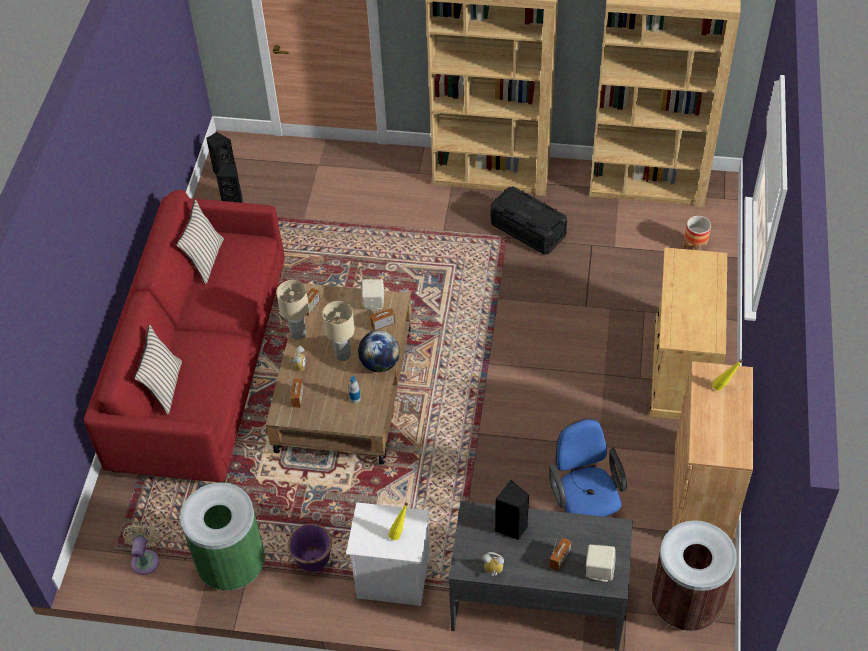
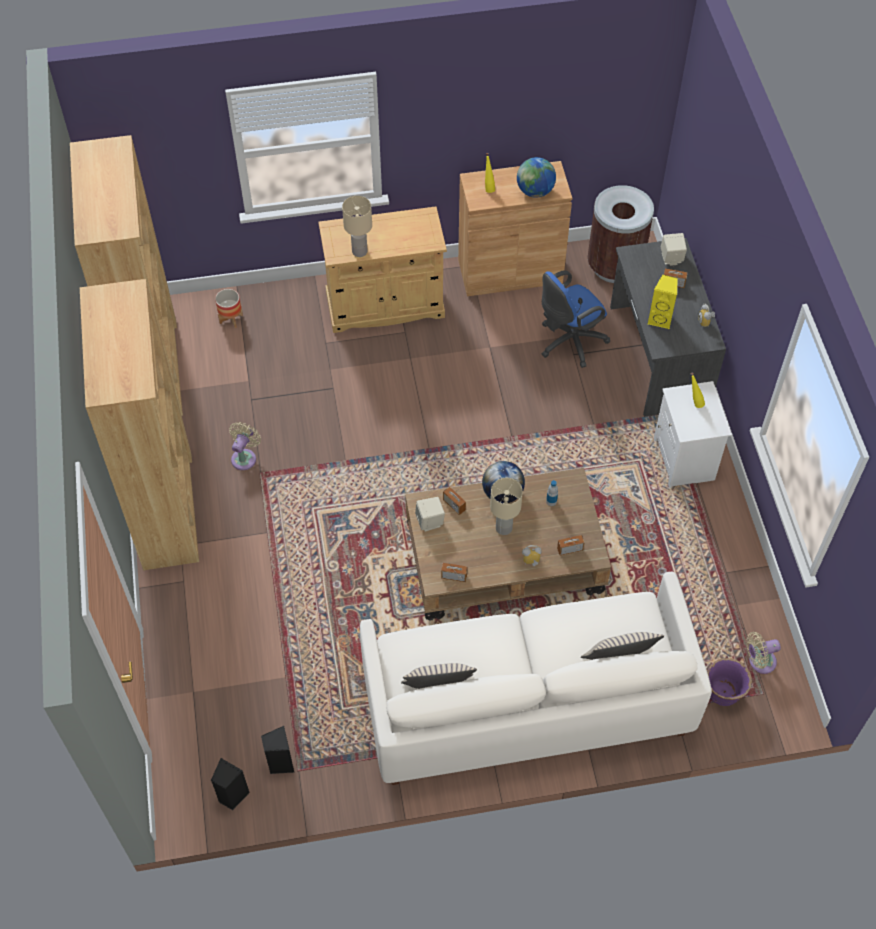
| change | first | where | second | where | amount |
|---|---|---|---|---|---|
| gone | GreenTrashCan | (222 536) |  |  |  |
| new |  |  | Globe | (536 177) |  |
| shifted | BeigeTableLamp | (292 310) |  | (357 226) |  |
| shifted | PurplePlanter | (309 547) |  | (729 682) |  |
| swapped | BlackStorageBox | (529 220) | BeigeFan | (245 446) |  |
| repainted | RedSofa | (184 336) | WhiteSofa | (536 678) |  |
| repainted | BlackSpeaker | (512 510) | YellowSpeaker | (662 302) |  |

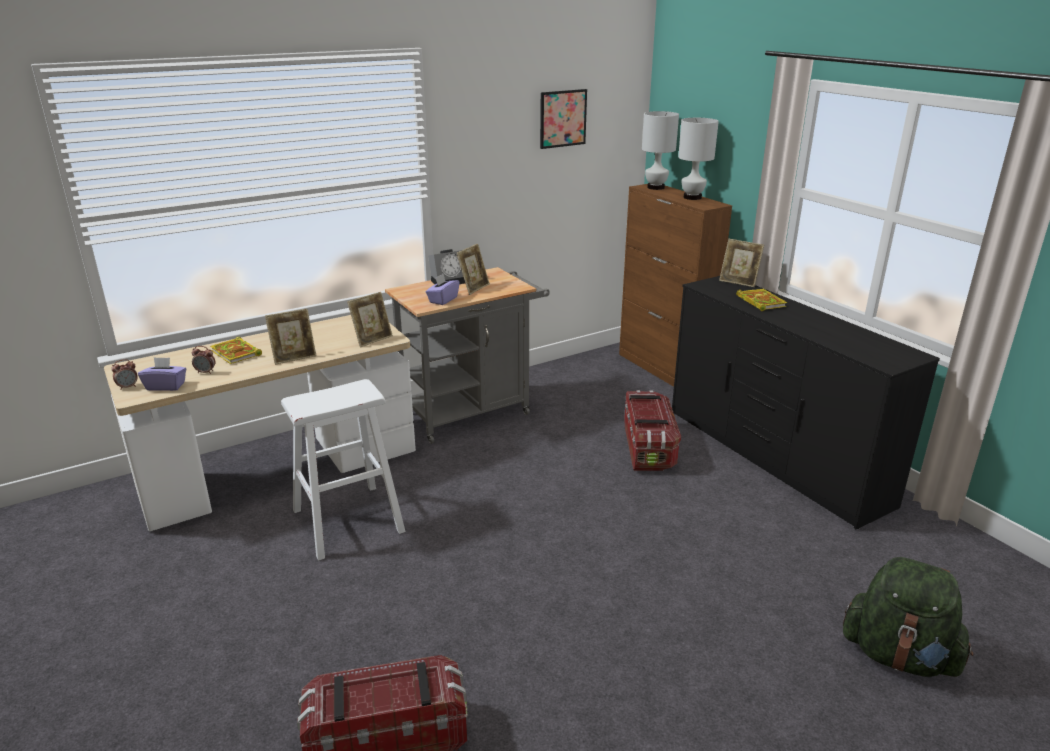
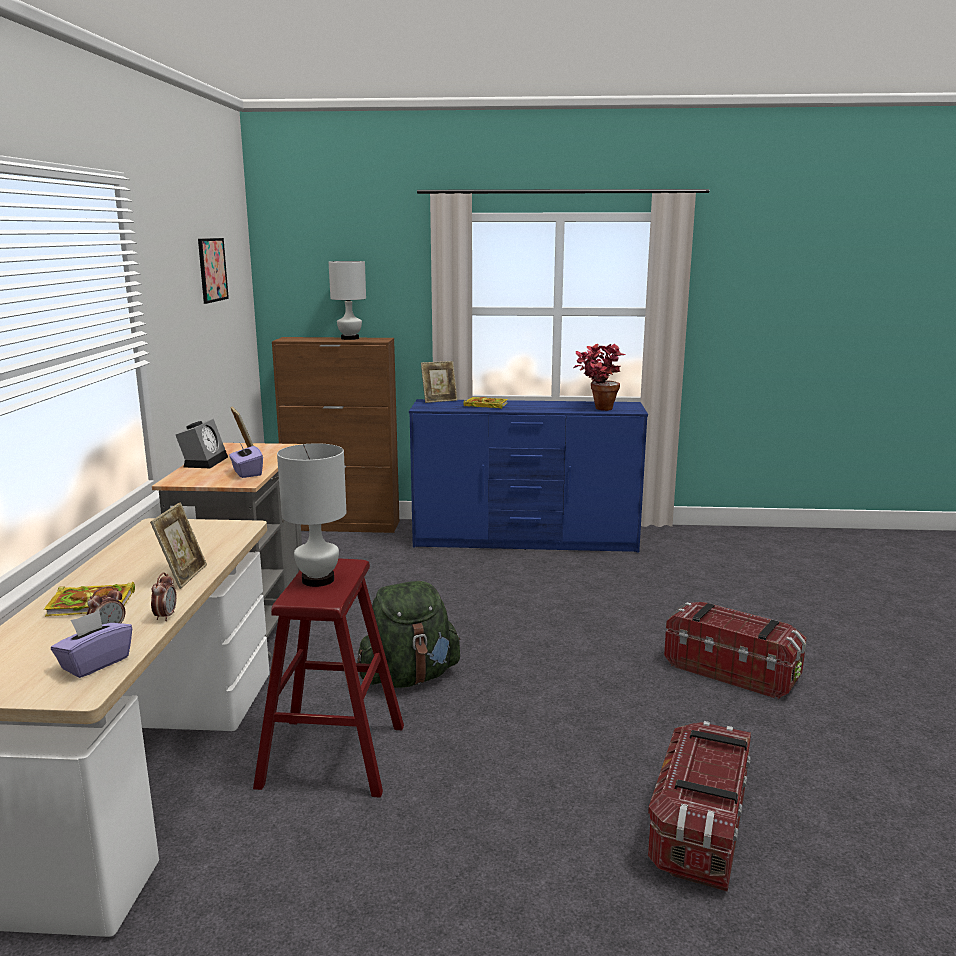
| change | first | where | second | where | amount |
|---|---|---|---|---|---|
| gone | PictureFrame | (370 319) |  |  |  |
| new |  |  | PottedPlant | (599 377) |  |
| shifted | AlarmClock | (124 374) |  | (164 596) |  |
| shifted | StorageBox | (652 430) |  | (735 650) |  |
| shifted | WhiteTableLamp | (660 150) |  | (311 515) |  |
| shifted | GreenBackpack | (908 617) |  | (409 634) |  |
| repainted | WhiteStool | (343 470) | RedStool | (328 678) |  |
| repainted | BlackDresser | (806 402) | BlueDresser | (528 476) |  |

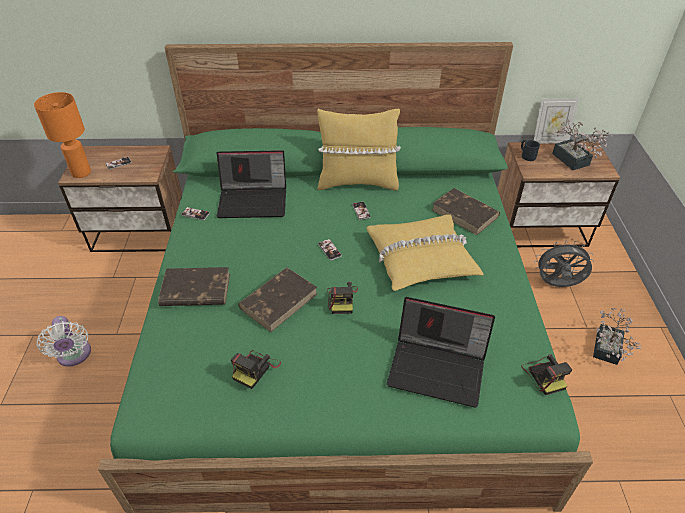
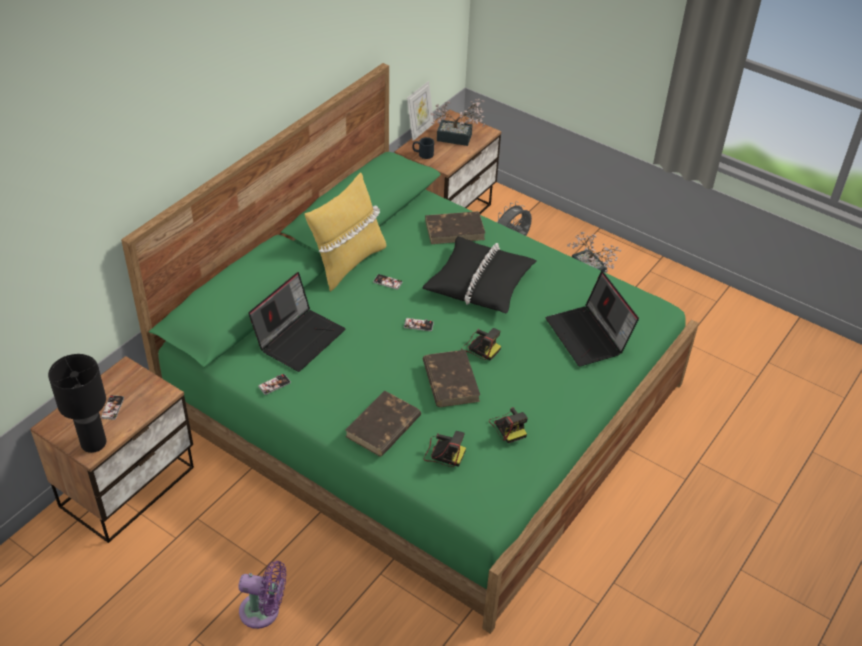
| change | first | where | second | where | amount |
|---|---|---|---|---|---|
| shifted | PhotoCamera | (546 374) |  | (445 449) |  |
| repainted | OrangeTableLamp | (62 135) | BlackTableLamp | (77 403) |  |
| repainted | WhiteFan | (64 341) | PurpleFan | (262 595) |  |
| repainted | YellowPillow | (424 252) | BlackPillow | (480 275) |  |
| rotated | Laptop | (441 352) |  | (592 318) | 105 degrees clockwise |

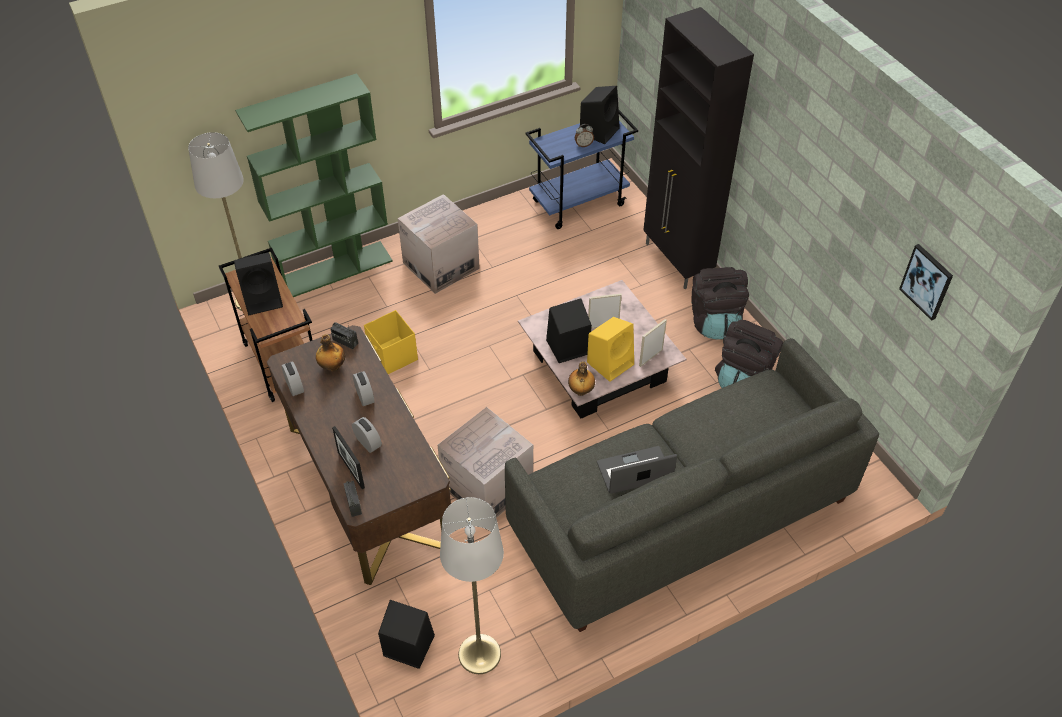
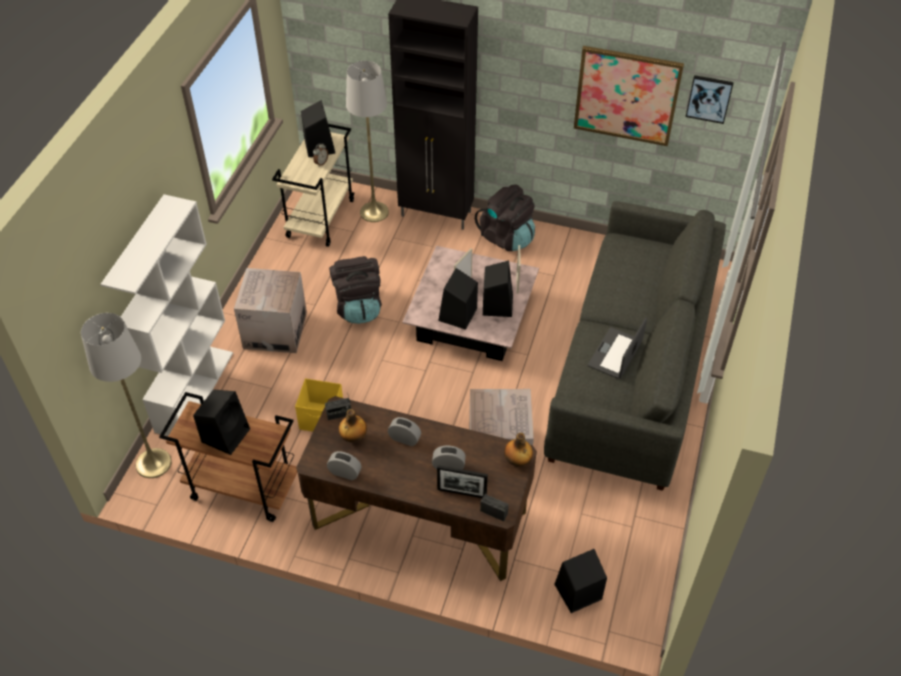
| change | first | where | second | where | amount |
|---|---|---|---|---|---|
| new |  |  | Picture | (629 96) |  |
| shifted | GreyFloorLamp | (472 585) |  | (367 141) |  |
| shifted | Bottle | (581 378) |  | (518 450) |  |
| shifted | BlackBackpack | (749 354) |  | (355 290) |  |
| repainted | GreenBookcase | (314 185) | WhiteBookcase | (166 315) |  |
| repainted | BlueCart | (581 169) | BeigeCart | (313 185) |  |
| repainted | YellowSpeaker | (610 349) | BlackSpeaker | (498 288) |  |

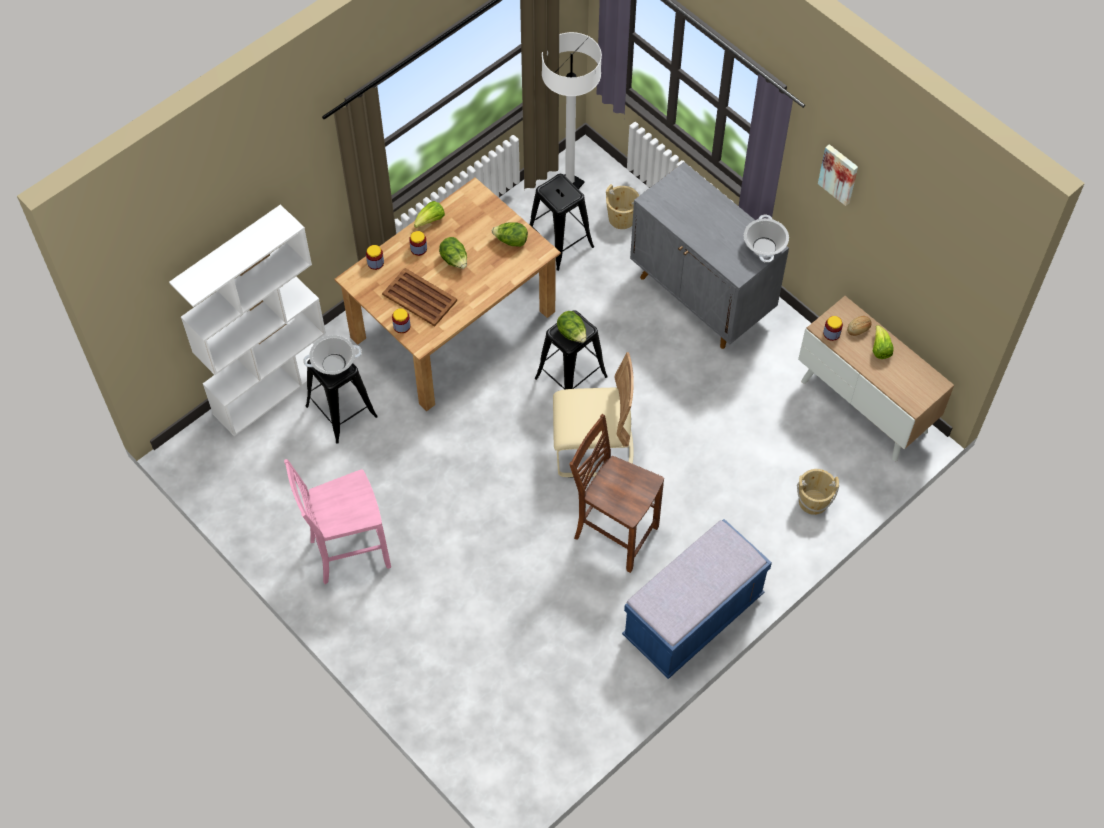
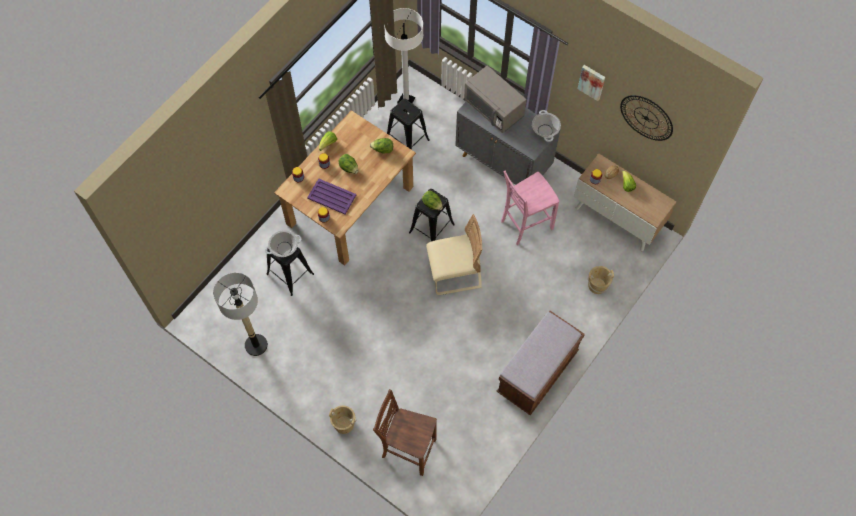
| change | first | where | second | where | amount |
|---|---|---|---|---|---|
| gone | WhiteBookcase | (247 320) |  |  |  |
| new |  |  | FloorLamp | (240 314) |  |
| new |  |  | GreyMicrowave | (495 99) |  |
| new |  |  | WallClock | (646 118) |  |
| shifted | PinkChair | (337 521) |  | (530 207) |  |
| shifted | BrownChair | (616 493) |  | (405 432) |  |
| shifted | BeigeBucket | (622 206) |  | (343 420) |  |
| repainted | BrownTray | (419 297) | PurpleTray | (331 196) |  |
| repainted | BlueBench | (697 599) | BrownBench | (541 363) |  |

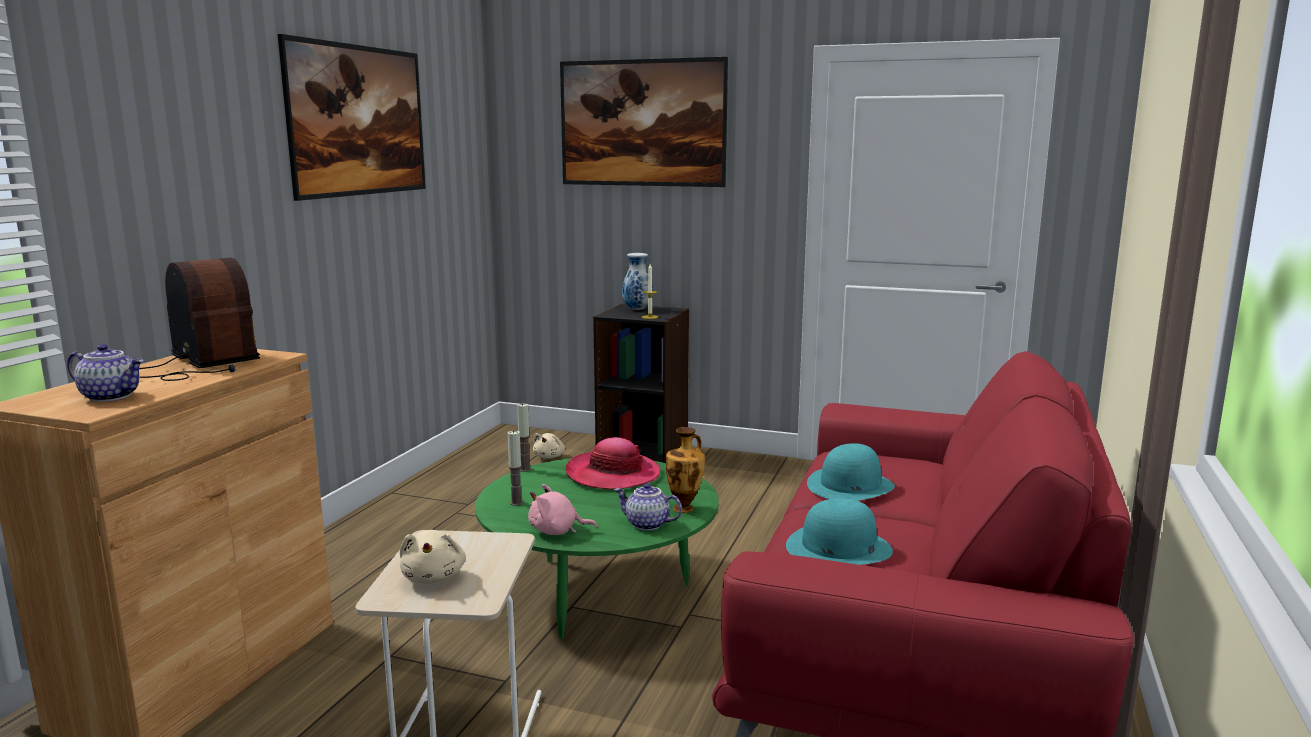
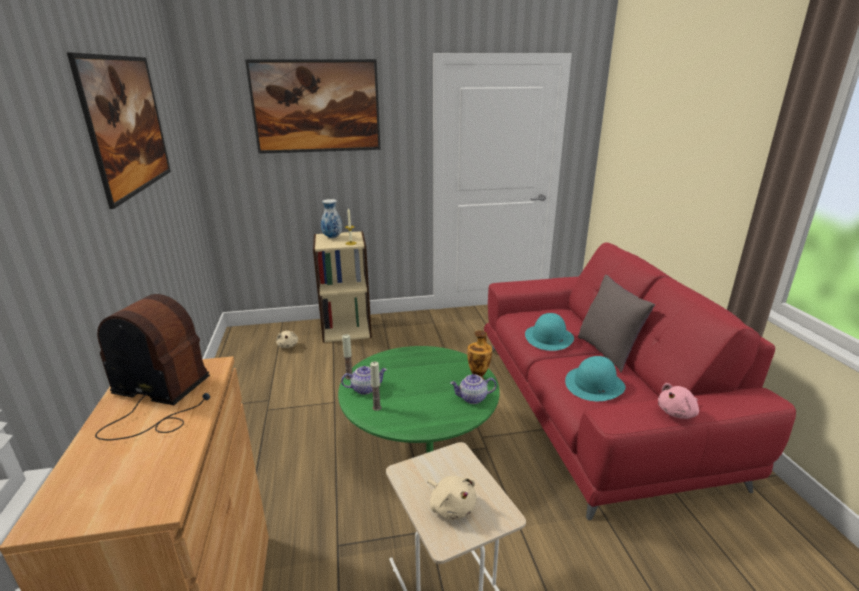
| change | first | where | second | where | amount |
|---|---|---|---|---|---|
| gone | Hat | (613 463) |  |  |  |
| new |  |  | GreyPillow | (616 323) |  |
| shifted | Teapot | (105 373) |  | (364 380) |  |
| shifted | PinkPlushToy | (563 509) |  | (678 401) |  |
| repainted | BlackBookcase | (641 383) | BeigeBookcase | (342 287) |  |

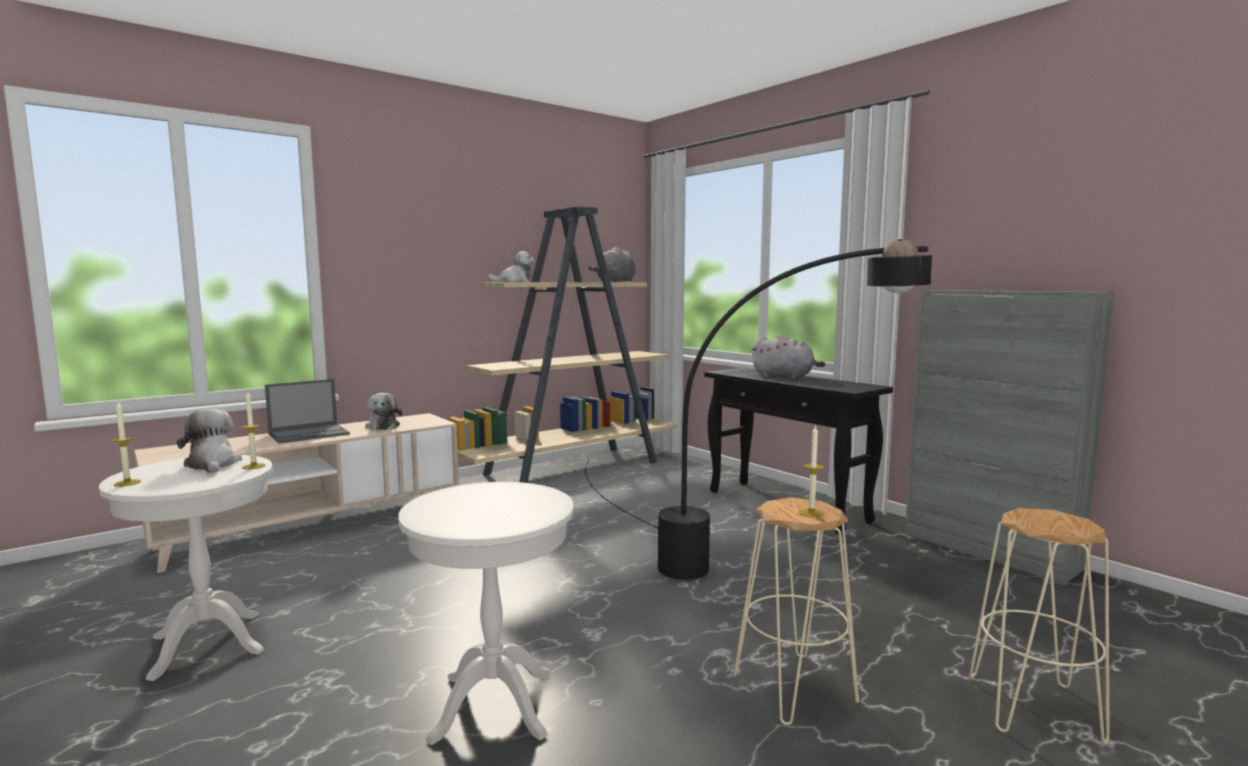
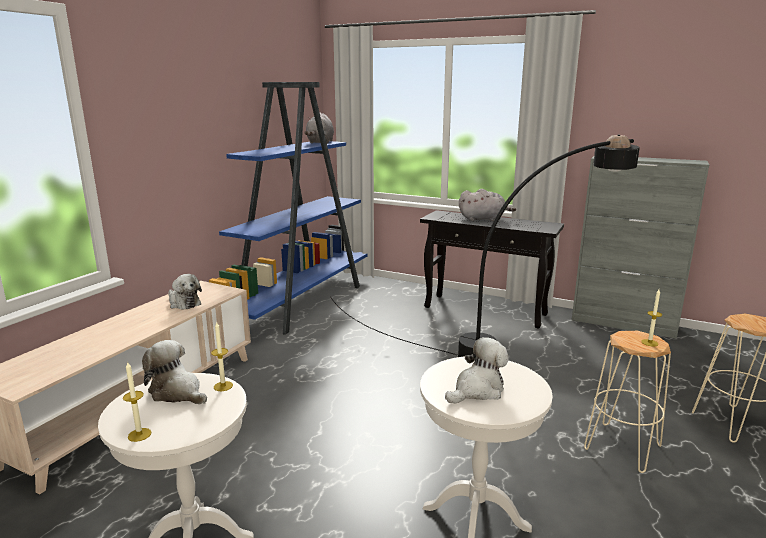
| change | first | where | second | where | amount |
|---|---|---|---|---|---|
| gone | Laptop | (307 411) |  |  |  |
| shifted | PlushToy | (511 266) |  | (477 370) |  |
| repainted | BeigeBookcase | (562 344) | BlueBookcase | (288 208) |  |

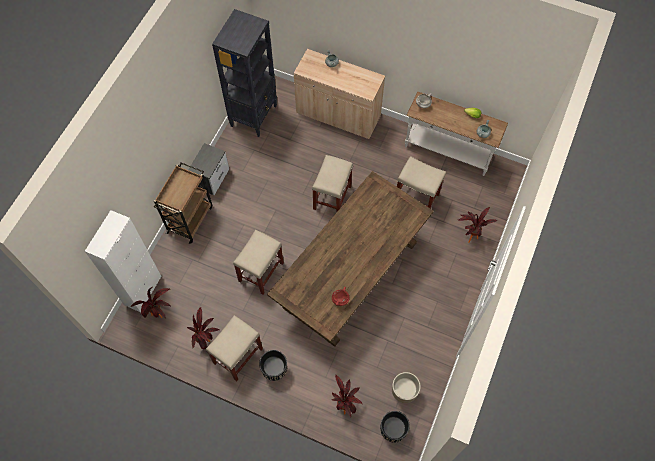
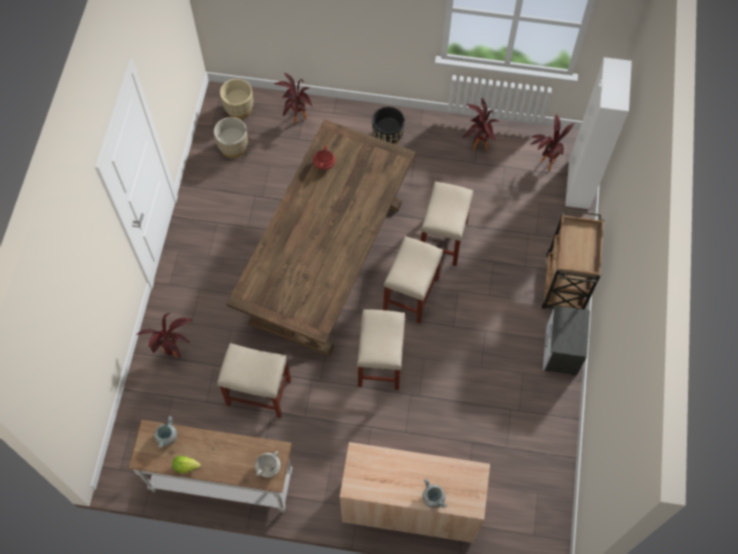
| change | first | where | second | where | amount |
|---|---|---|---|---|---|
| gone | BlackBookcase | (244 73) |  |  |  |
| shifted | BeigeStool | (234 348) |  | (413 280) |  |
| repainted | BlackPlanter | (395 426) | BeigePlanter | (236 99) |  |

